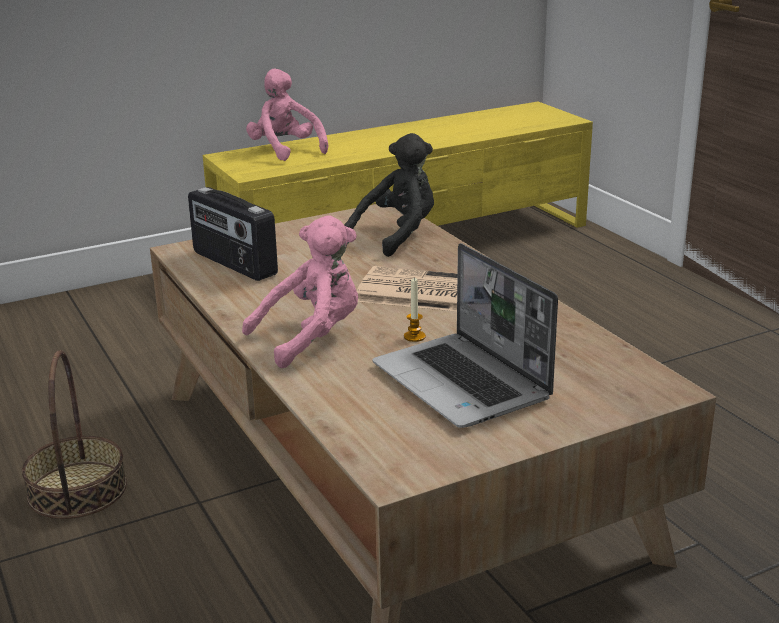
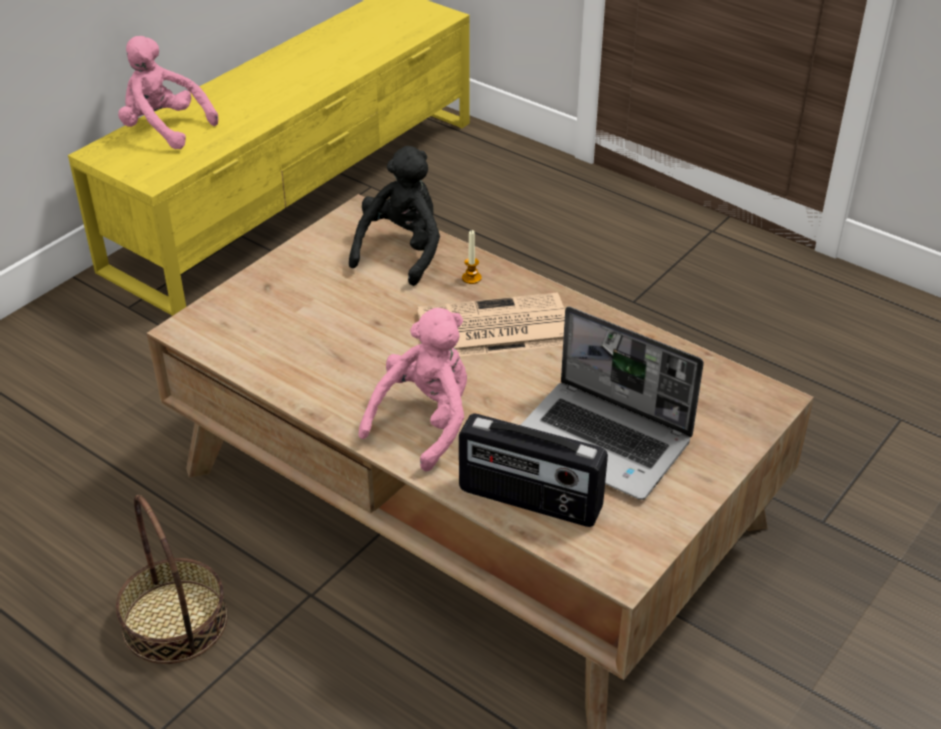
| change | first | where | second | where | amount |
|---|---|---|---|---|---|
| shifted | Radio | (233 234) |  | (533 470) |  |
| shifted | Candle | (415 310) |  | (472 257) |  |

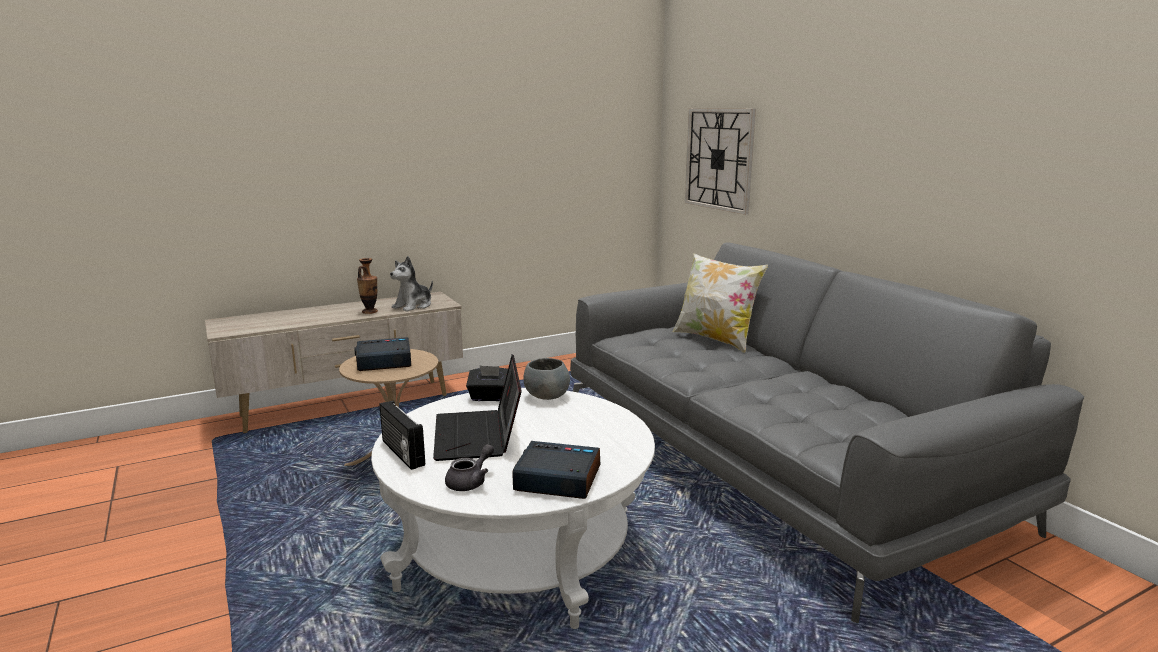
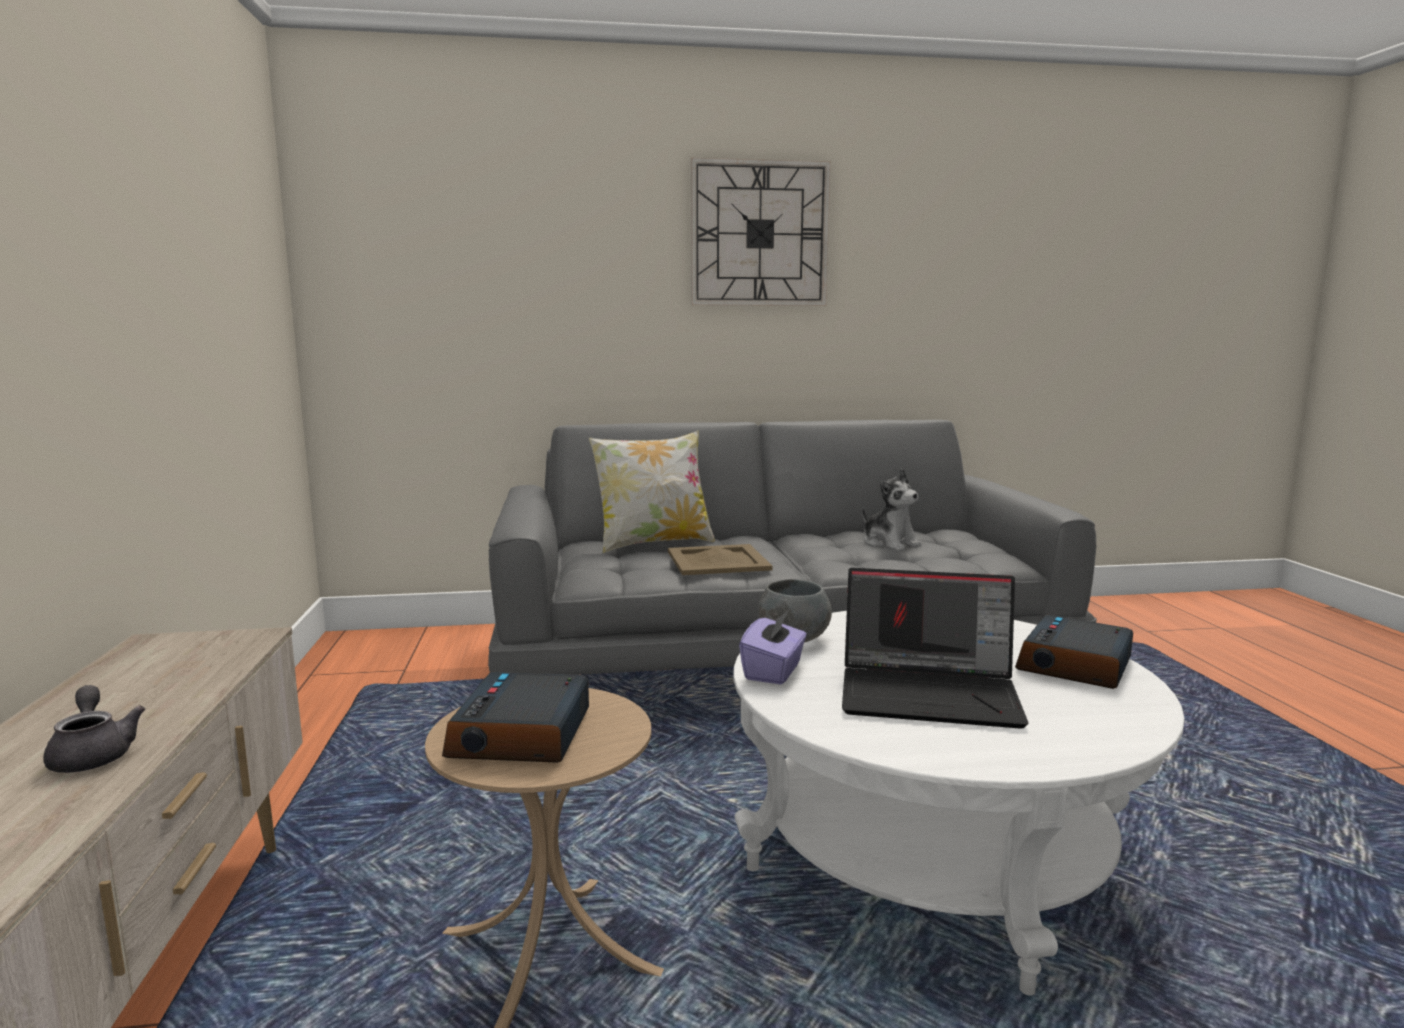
| change | first | where | second | where | amount |
|---|---|---|---|---|---|
| gone | Vase | (367 286) |  |  |  |
| gone | Radio | (402 435) |  |  |  |
| new |  |  | BeigeTray | (720 559) |  |
| shifted | PlushToy | (411 283) |  | (892 509) |  |
| shifted | GreyTeapot | (469 467) |  | (94 729) |  |
| shifted | WallClock | (720 161) |  | (761 232) |  |
| repainted | BlackTissueBox | (487 383) | PurpleTissueBox | (773 647) |  |

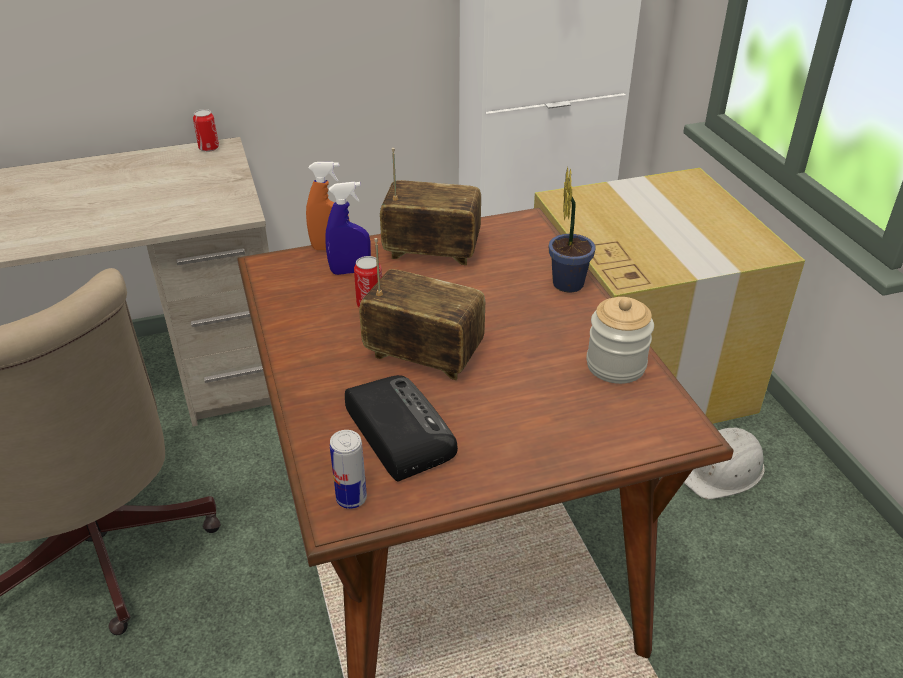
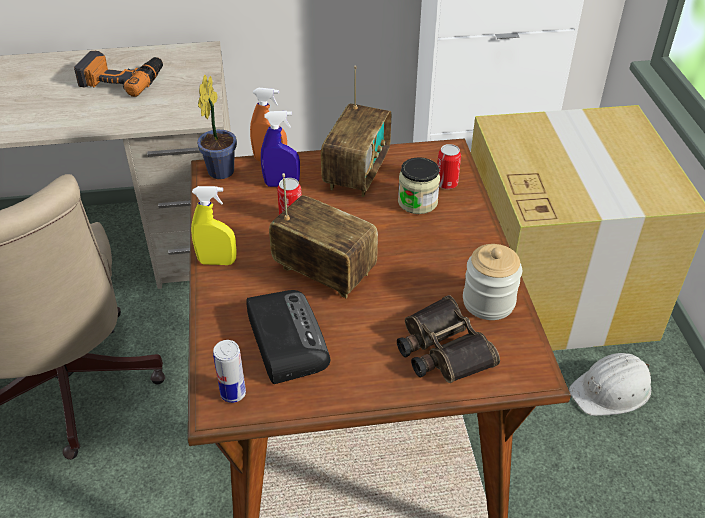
| change | first | where | second | where | amount |
|---|---|---|---|---|---|
| new |  |  | PowerDrill | (118 74) |  |
| new |  |  | YellowSprayBottle | (214 225) |  |
| new |  |  | Binoculars | (448 339) |  |
| new |  |  | Jar | (419 185) |  |
| shifted | Can | (206 130) |  | (449 166) |  |
| shifted | PottedPlant | (572 230) |  | (217 126) |  |
| rotated | Radio | (430 206) |  | (356 131) | 90 degrees clockwise |

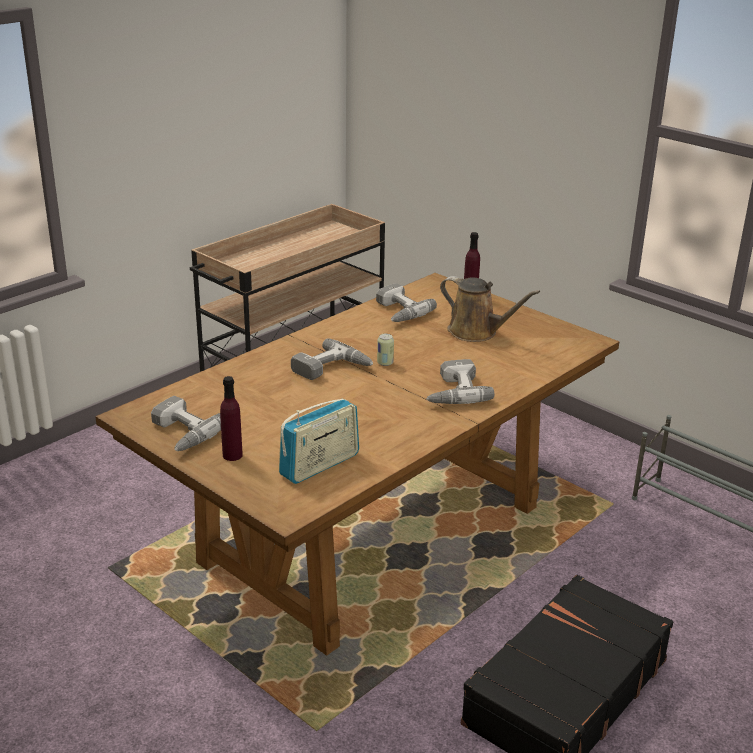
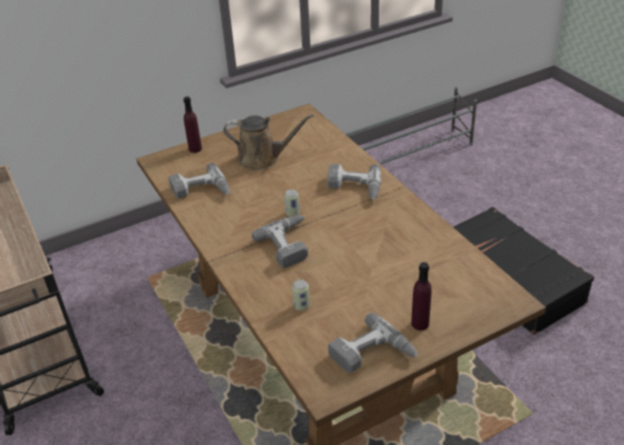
| change | first | where | second | where | amount |
|---|---|---|---|---|---|
| gone | Radio | (319 441) |  |  |  |
| new |  |  | Can | (301 295) |  |
| rotated | BrownWateringCan | (490 309) |  | (268 142) | 45 degrees clockwise |

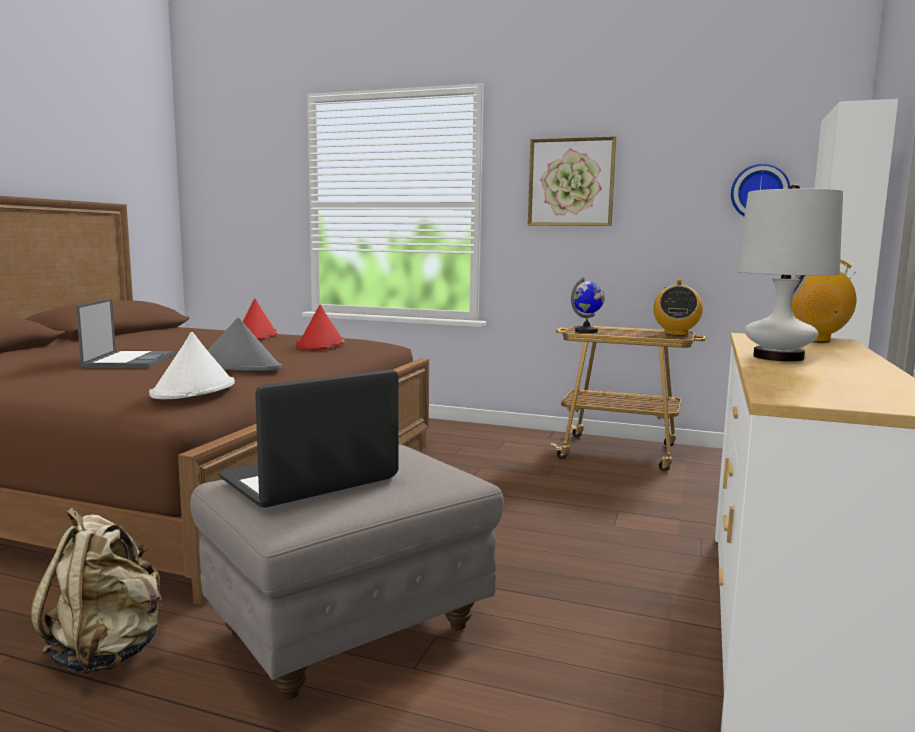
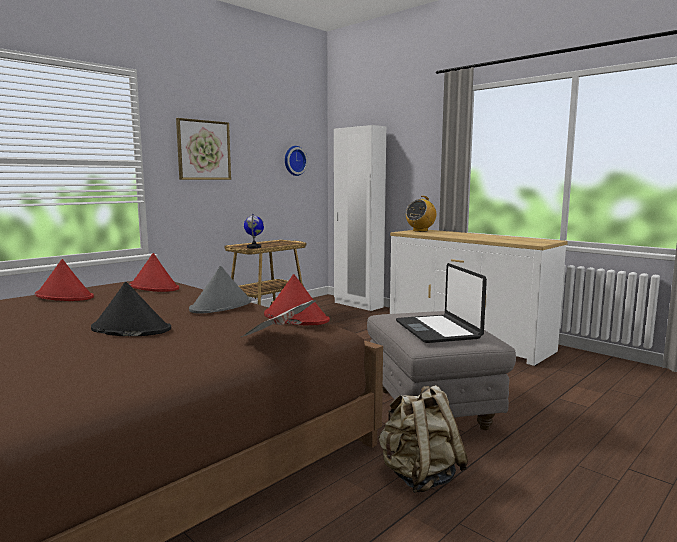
| change | first | where | second | where | amount |
|---|---|---|---|---|---|
| gone | Radio | (678 308) |  |  |  |
| gone | WhiteTableLamp | (789 272) |  |  |  |
| new |  |  | Newspaper | (278 318) |  |
| swapped | Laptop | (125 333) | BlackHat | (131 309) |  |
| repainted | WhiteHat | (192 365) | RedHat | (297 299) |  |

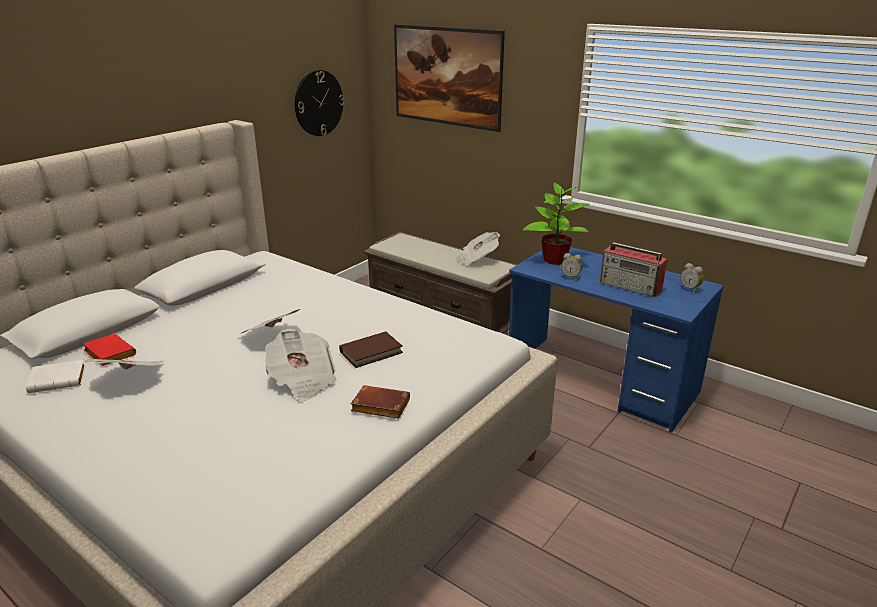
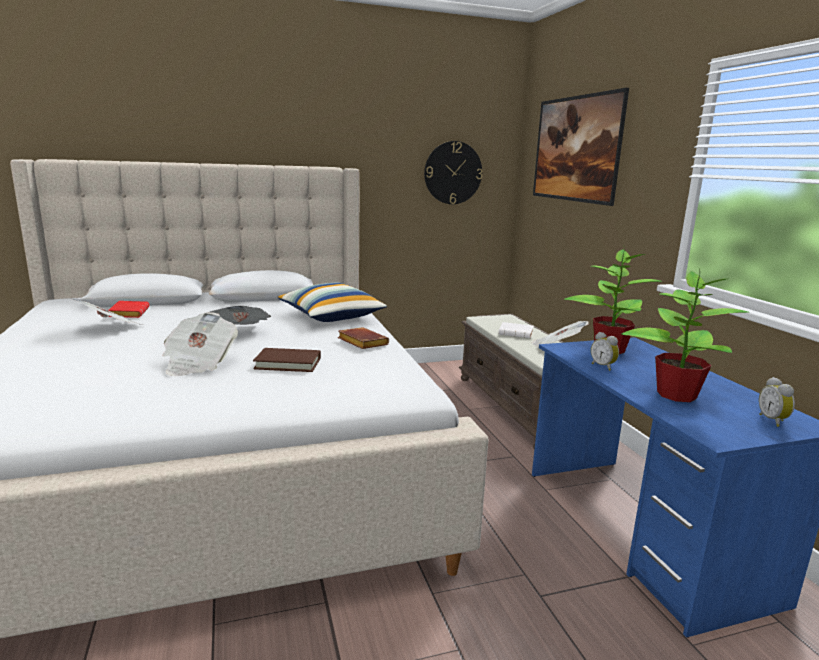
| change | first | where | second | where | amount |
|---|---|---|---|---|---|
| new |  |  | Pillow | (332 302) |  |
| shifted | WhiteBook | (55 376) |  | (516 330) |  |
| shifted | BrownBook | (380 402) |  | (363 338) |  |
| swapped | Radio | (633 269) | PottedPlant | (685 335) |  |

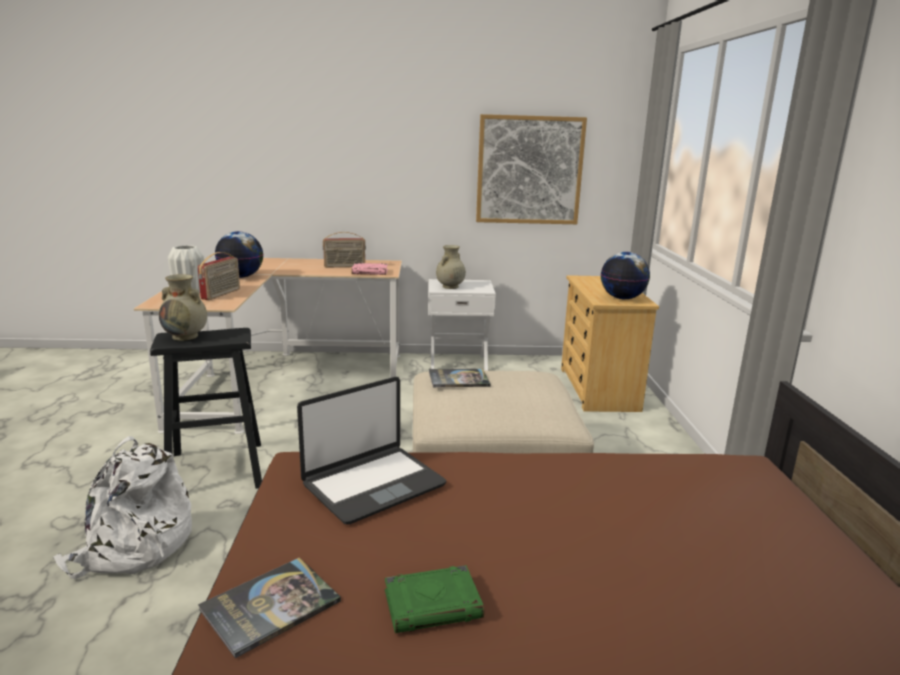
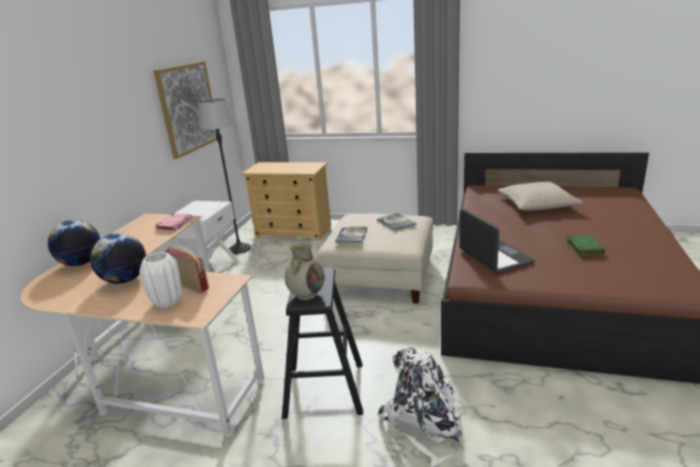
| change | first | where | second | where | amount |
|---|---|---|---|---|---|
| gone | Radio | (344 250) |  |  |  |
| gone | BeigeVase | (451 267) |  |  |  |
| new |  |  | FloorLamp | (224 176) |  |
| new |  |  | BeigePillow | (540 196) |  |
| shifted | Book | (269 607) |  | (397 222) |  |
| shifted | Globe | (625 275) |  | (74 243) |  |

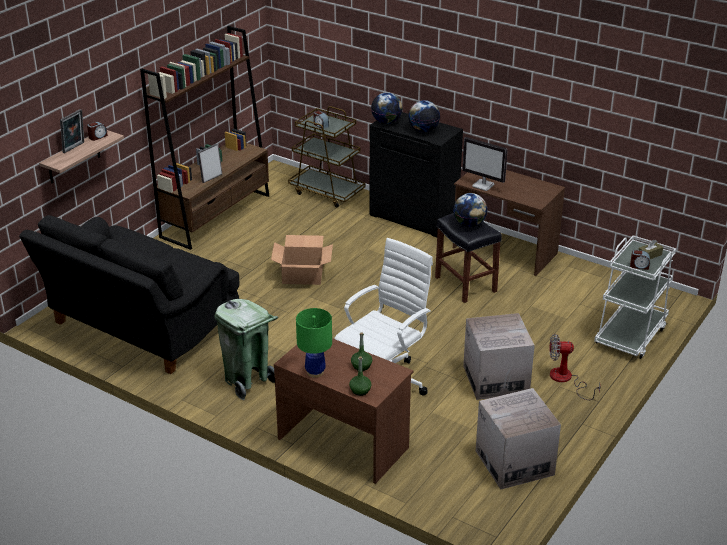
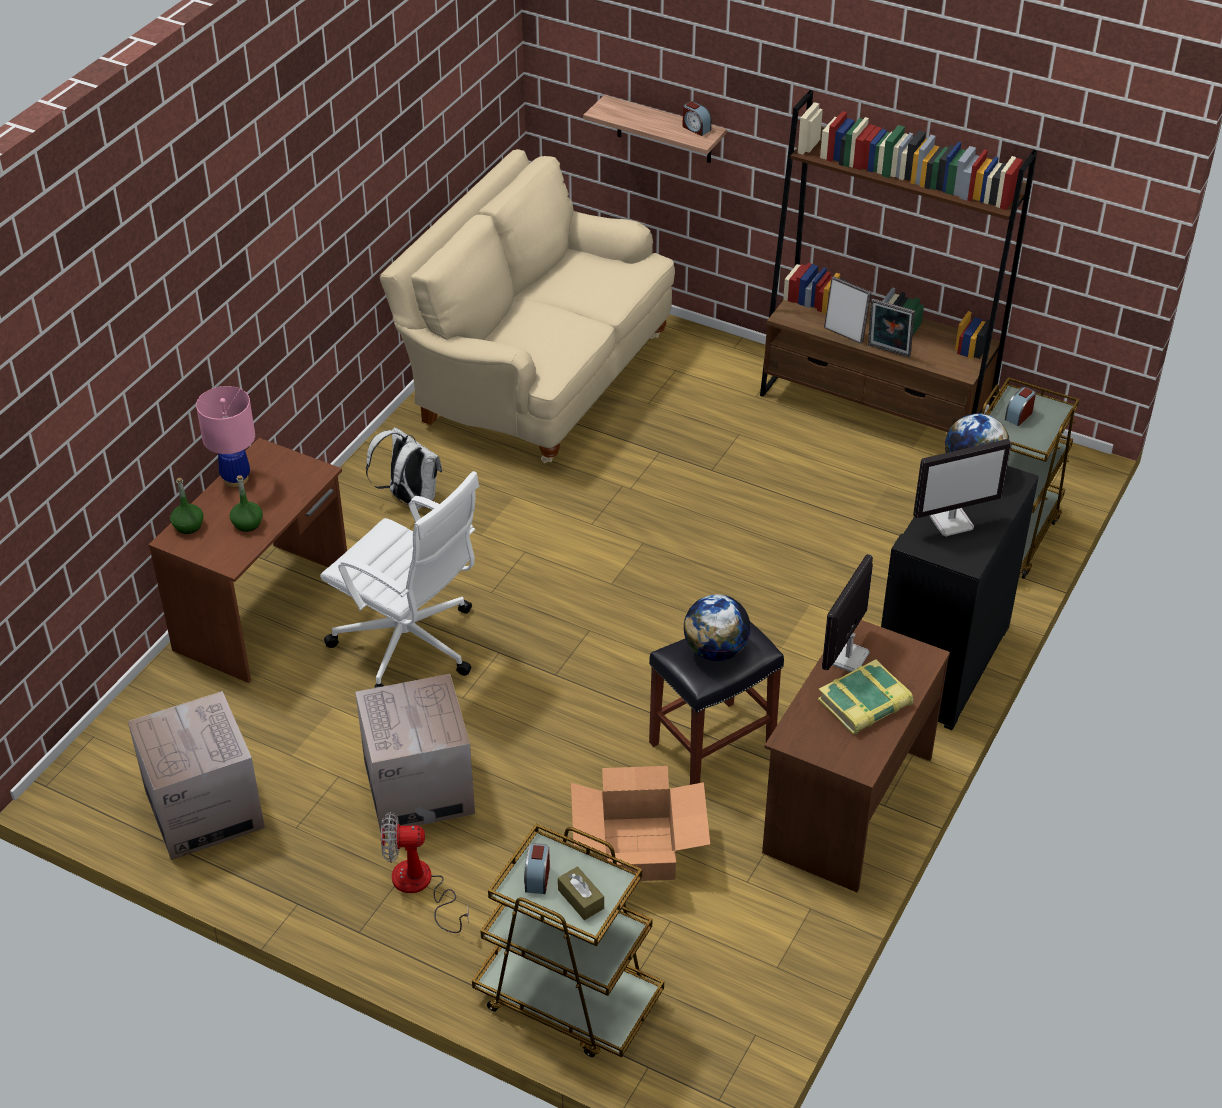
| change | first | where | second | where | amount |
|---|---|---|---|---|---|
| new |  |  | Book | (865 696) |  |
| shifted | PictureFrame | (72 131) |  | (891 327) |  |
| shifted | CardboardBox | (302 260) |  | (640 823) |  |
| swapped | GreenTrashCan | (246 349) | WhiteBackpack | (404 468) |  |
| swapped | Globe | (424 116) | Monitor | (962 487) |  |
| repainted | BlackSofa | (129 294) | BeigeSofa | (527 306) |  |
| repainted | GreenTableLamp | (314 343) | PinkTableLamp | (225 436) |  |
| repainted | WhiteCart | (635 297) | BrownCart | (568 940) |  |
| rotated | Fan | (575 367) |  | (425 872) | 90 degrees counterclockwise |

